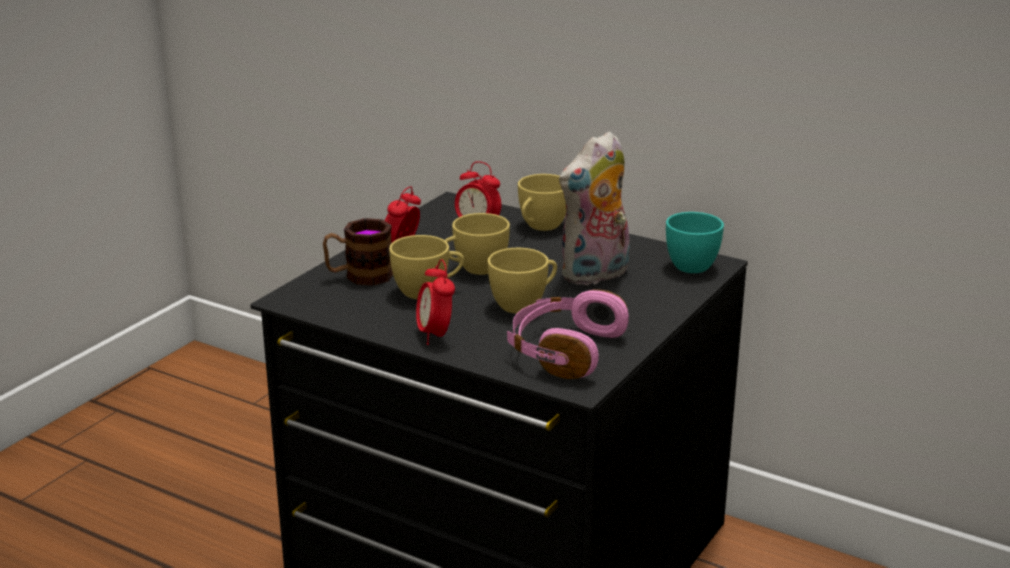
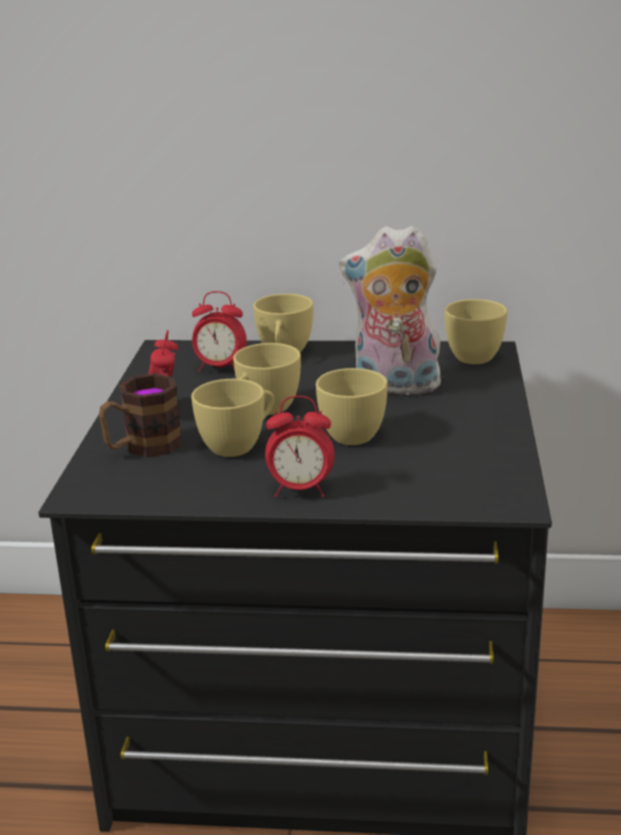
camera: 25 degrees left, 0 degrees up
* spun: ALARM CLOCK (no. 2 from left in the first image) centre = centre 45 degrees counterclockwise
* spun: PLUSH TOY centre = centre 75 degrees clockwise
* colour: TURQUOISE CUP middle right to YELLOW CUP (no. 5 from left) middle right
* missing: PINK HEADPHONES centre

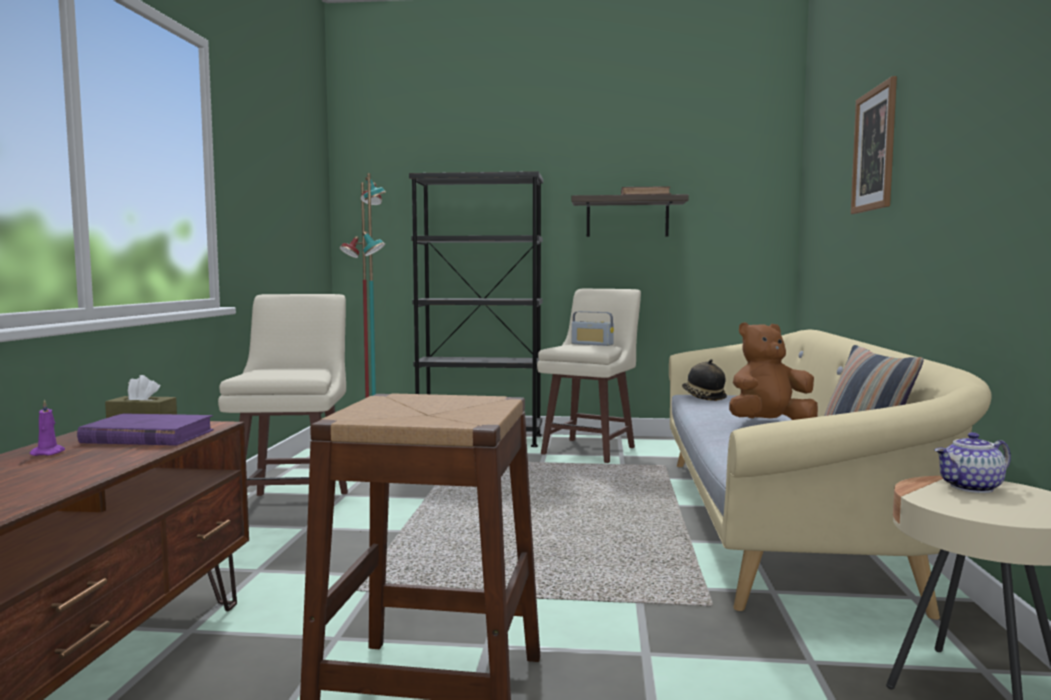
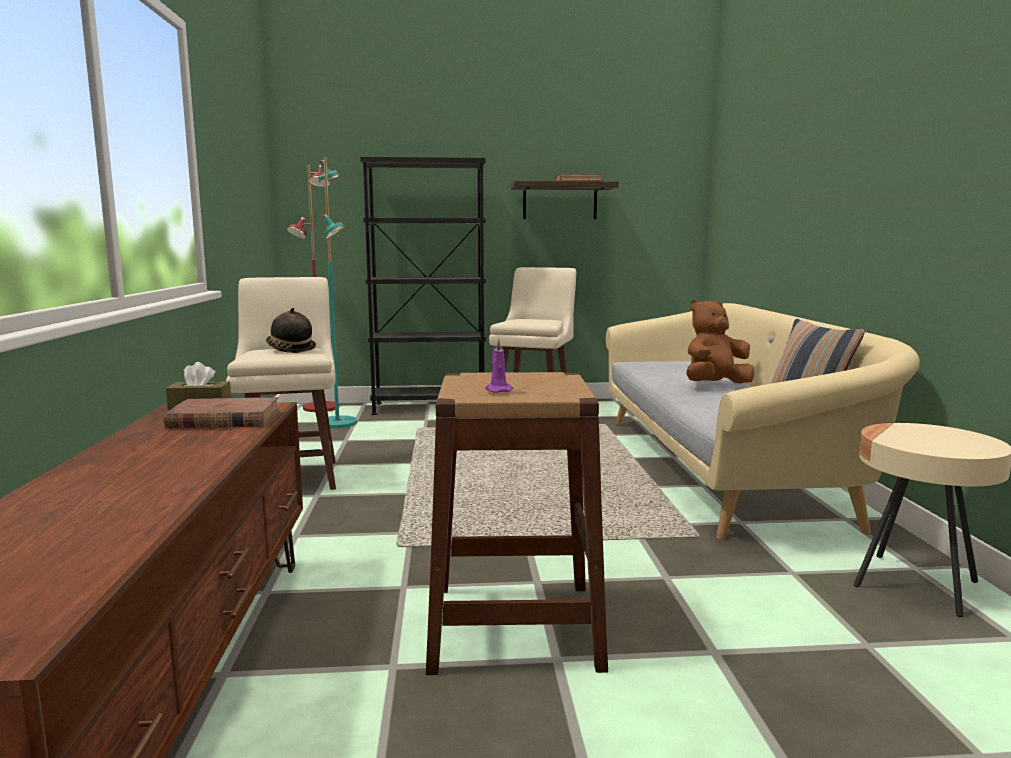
camera: 10 degrees left, 5 degrees up
* colour: PURPLE BOOK middle left to BROWN BOOK (no. 1 from left) middle left
* relocated: HAT middle right to middle left
* relocated: PURPLE CANDLE middle left to centre
* missing: RADIO centre
* missing: PICTURE top right
* missing: TEAPOT middle right

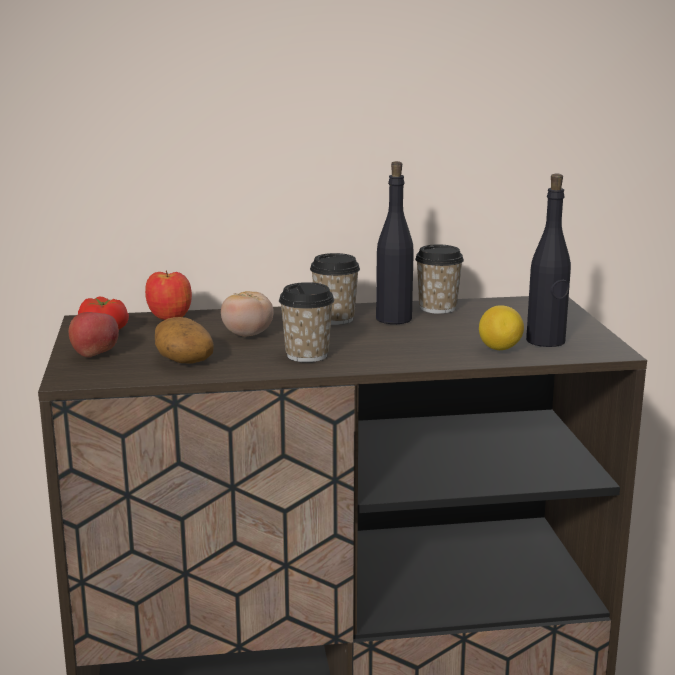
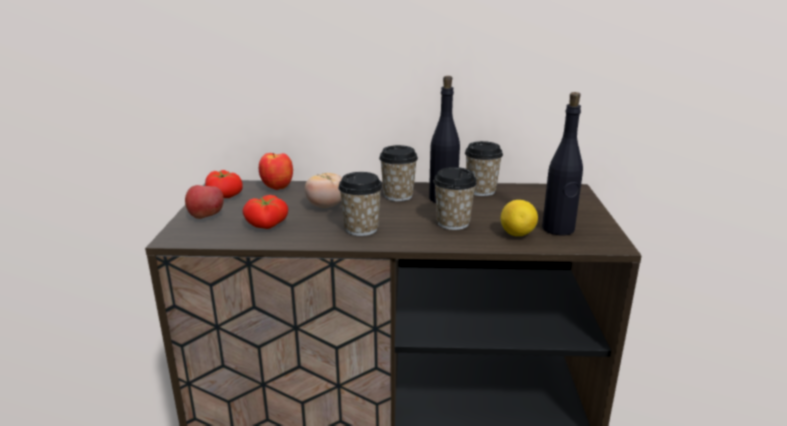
camera: 10 degrees right, 5 degrees up
* exchanged: POTATO middle left to TOMATO (no. 2 from left) centre
* appeared: CUP (no. 3 from left) centre

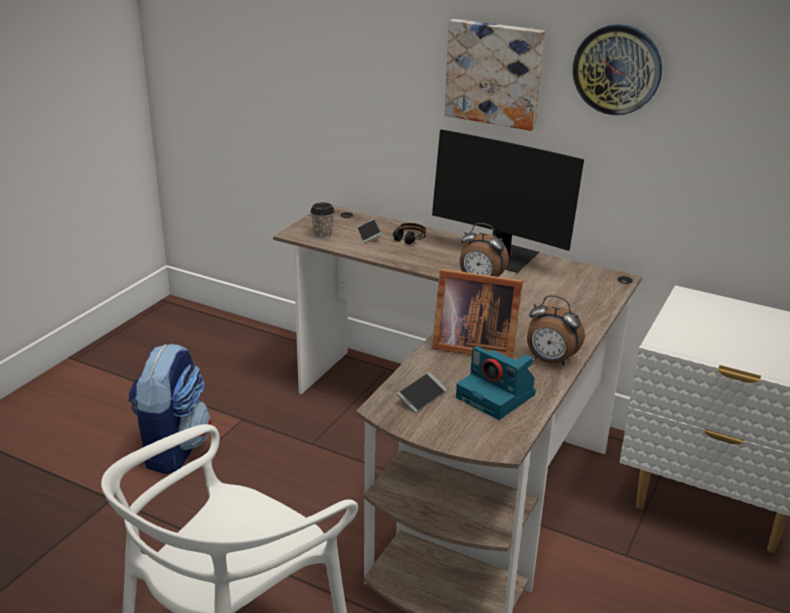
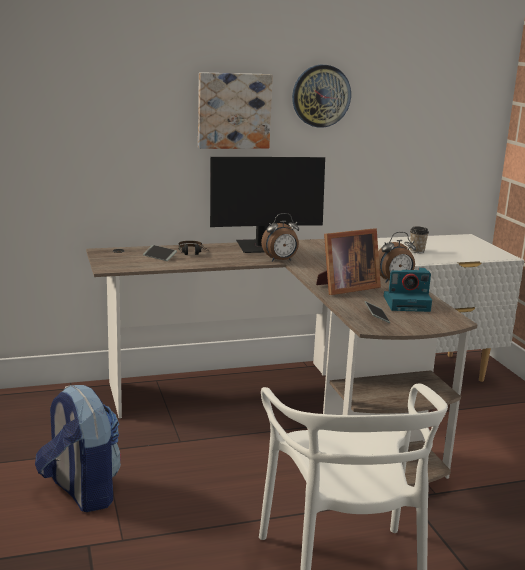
camera: 45 degrees left, 10 degrees down
* relocated: CUP centre to middle right

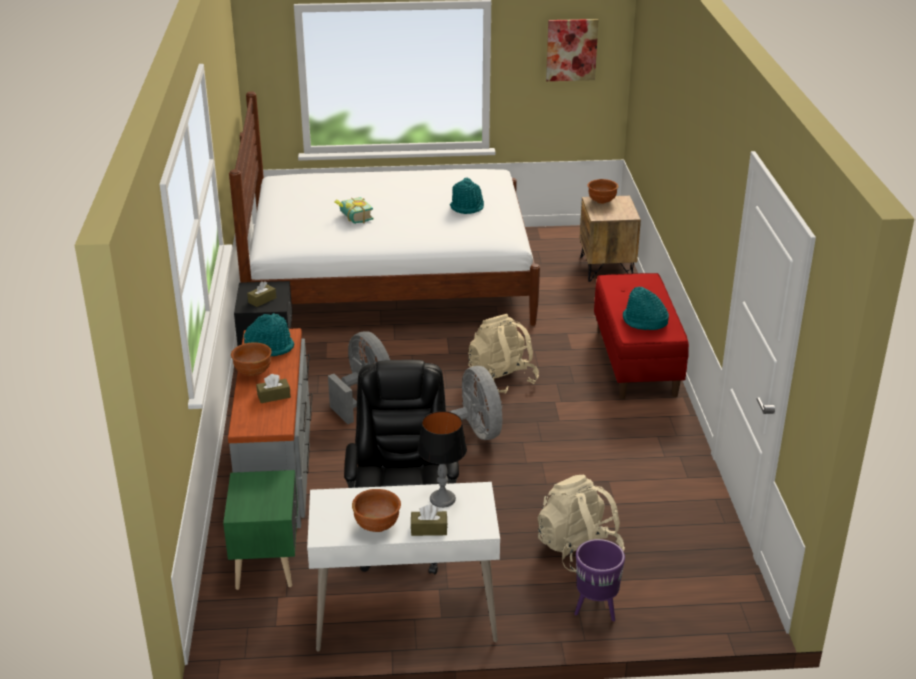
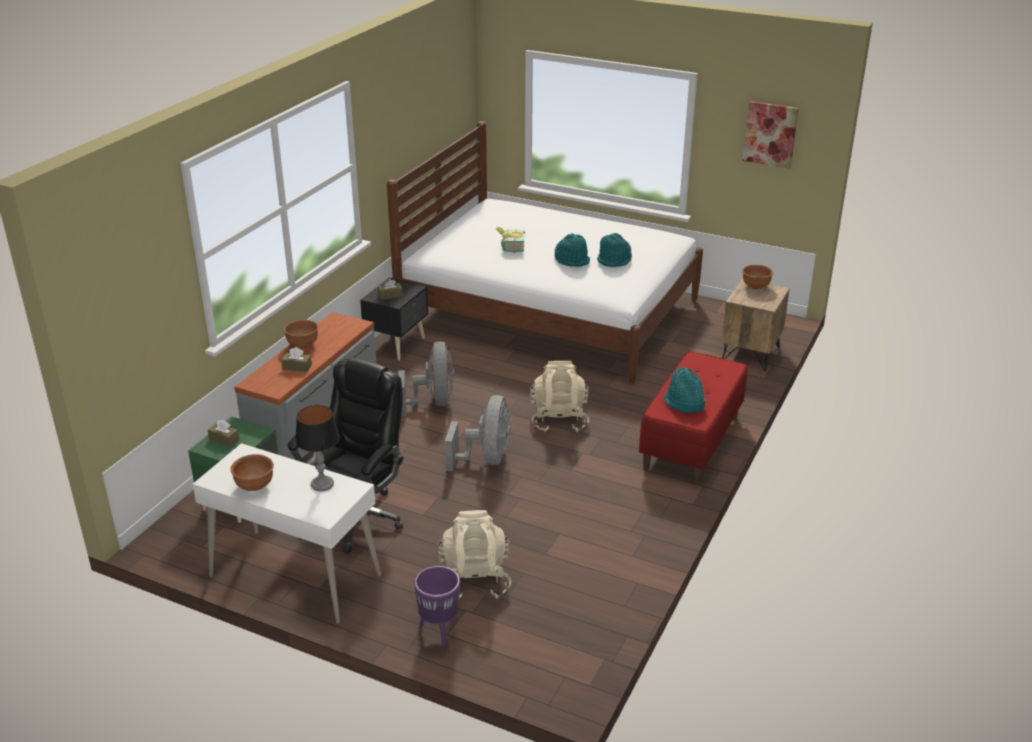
camera: 30 degrees right, 0 degrees up
* relocated: BROWN TISSUE BOX (no. 3 from left in the first image) bottom centre to BROWN TISSUE BOX (no. 1 from left) middle left
* relocated: TURQUOISE HAT (no. 1 from left) middle left to centre

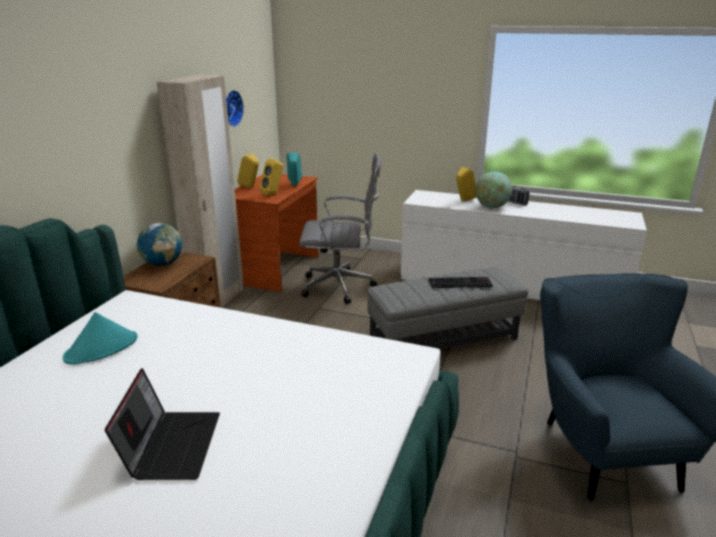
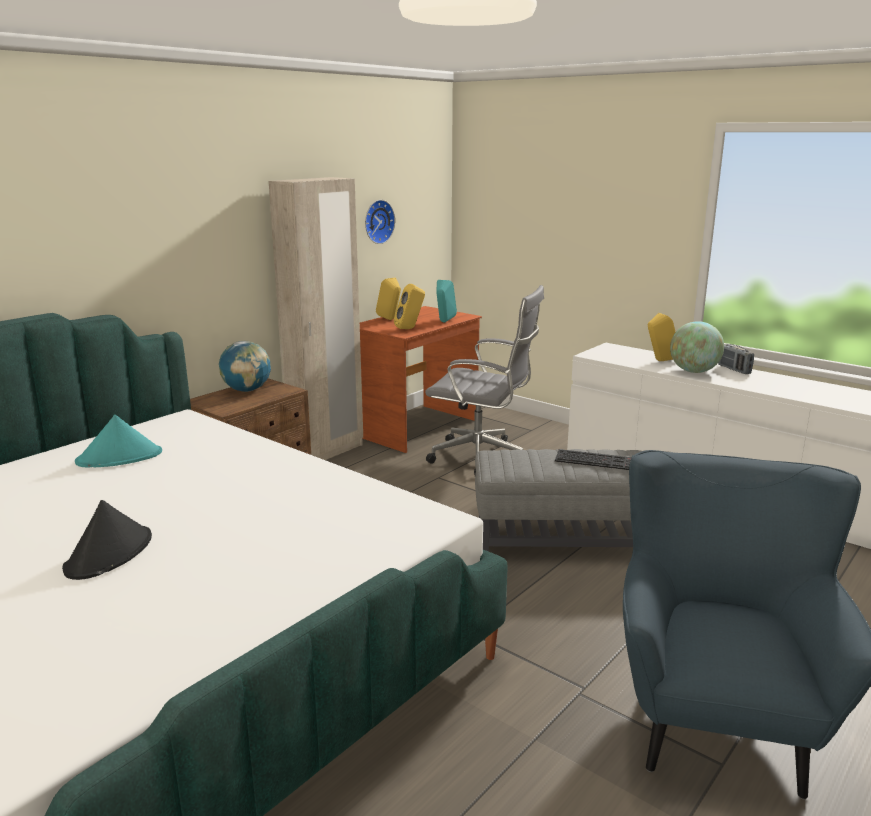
camera: 20 degrees right, 5 degrees down
* exchanged: LAPTOP bottom left to BLACK HAT middle left

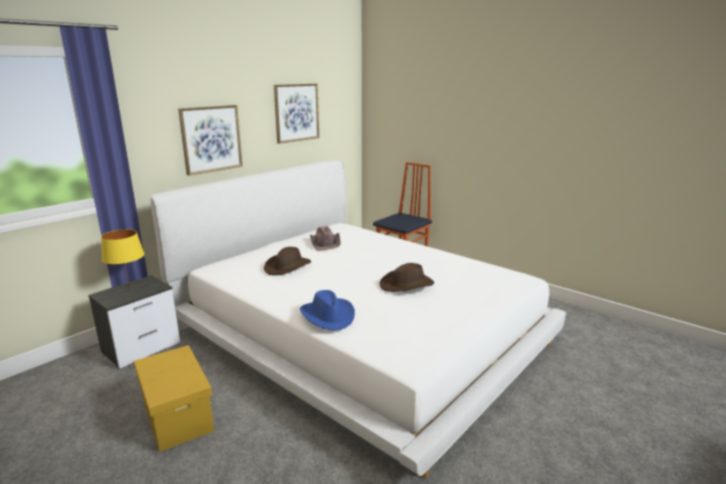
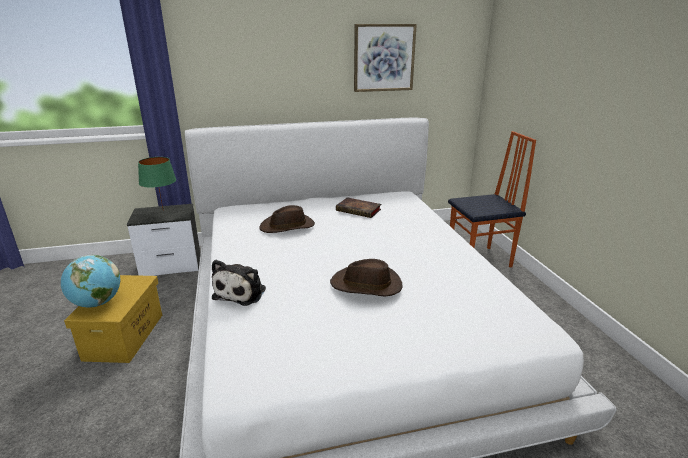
camera: 35 degrees right, 5 degrees up
* appeared: GLOBE middle left
* colour: YELLOW TABLE LAMP middle left to GREEN TABLE LAMP middle left
* exchanged: BLUE HAT centre to PLUSH TOY centre
* exchanged: BROWN HAT (no. 2 from left) centre to BOOK centre
* missing: PICTURE (no. 1 from left) top left

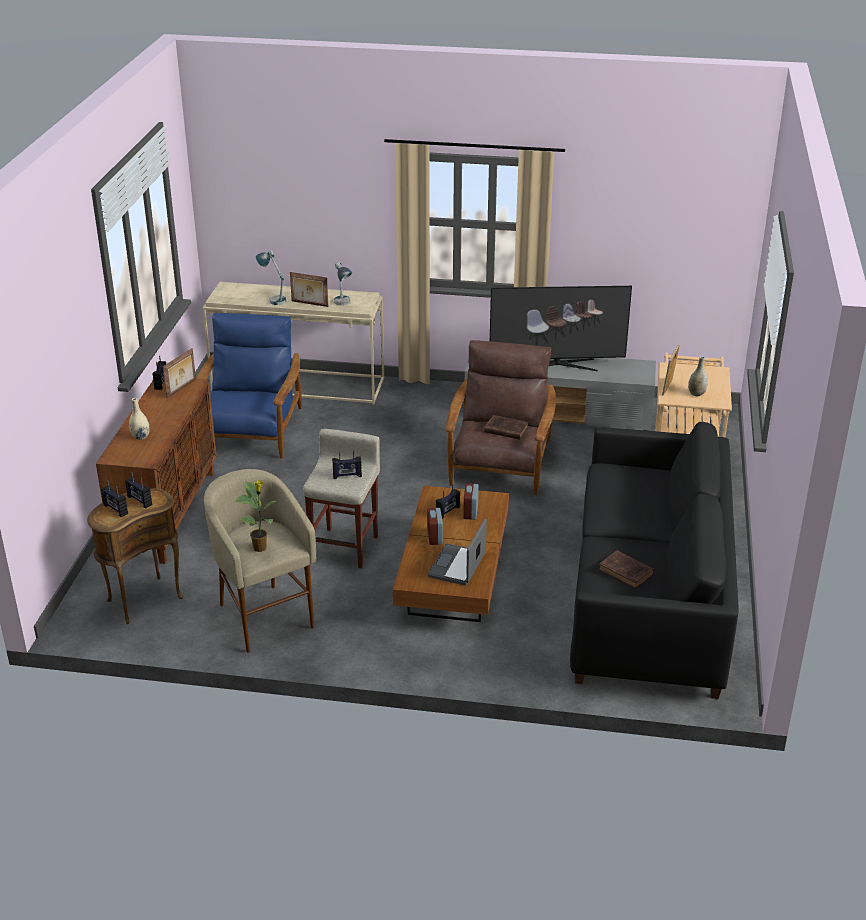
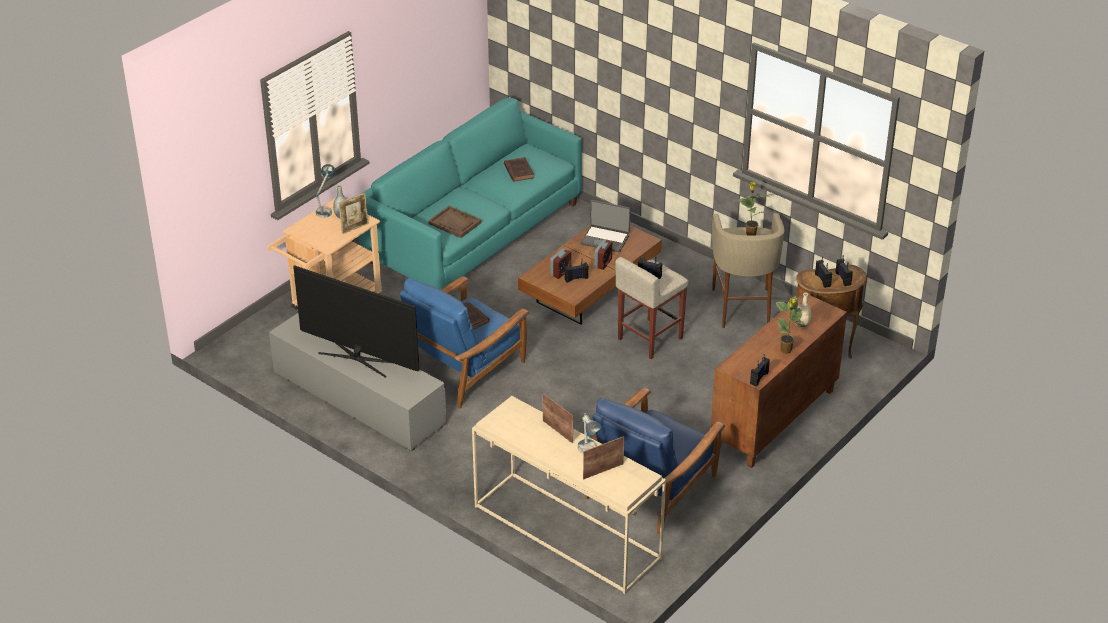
camera: 150 degrees left, 5 degrees up
* relocated: TABLE LAMP (no. 2 from left in the first image) top centre to TABLE LAMP (no. 1 from left) top left
* colour: BLACK SOFA middle right to TURQUOISE SOFA top centre
* colour: BROWN ARMCHAIR centre to BLUE ARMCHAIR (no. 1 from left) centre
* appeared: BROWN TRAY centre
* spun: LAPTOP centre = centre 60 degrees clockwise
* relocated: PICTURE FRAME (no. 1 from left in the first image) middle left to PICTURE FRAME (no. 3 from left) bottom centre
* appeared: POTTED PLANT (no. 2 from left) middle right

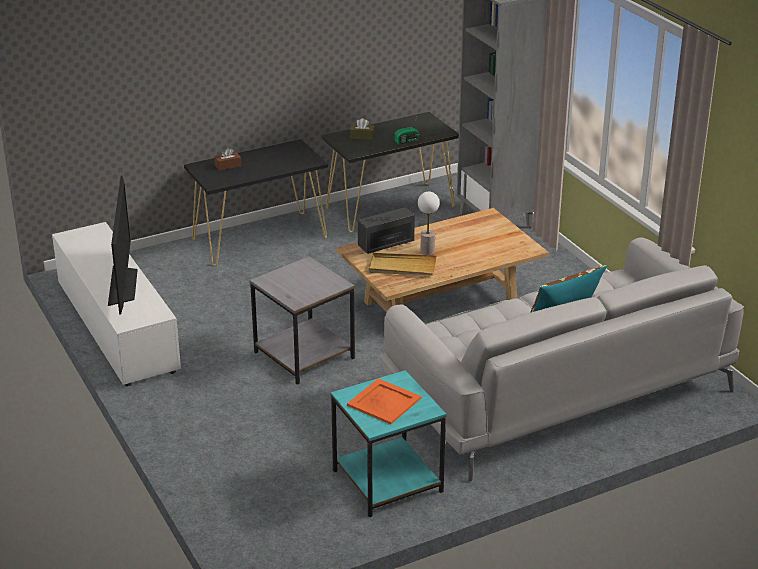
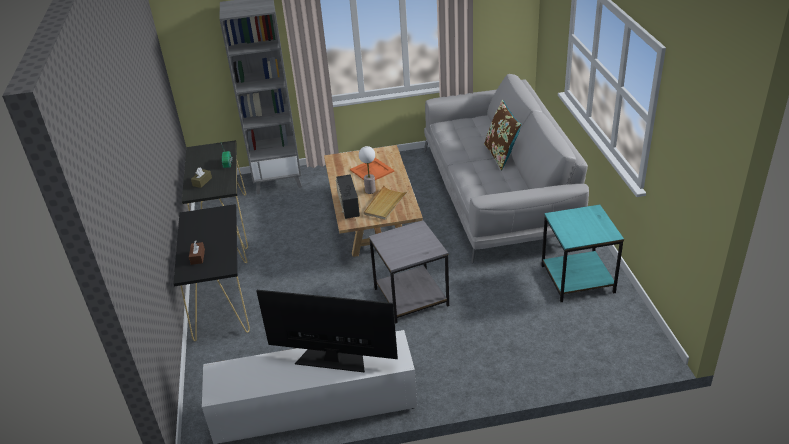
camera: 70 degrees left, 5 degrees up
* relocated: ORANGE TRAY bottom centre to centre

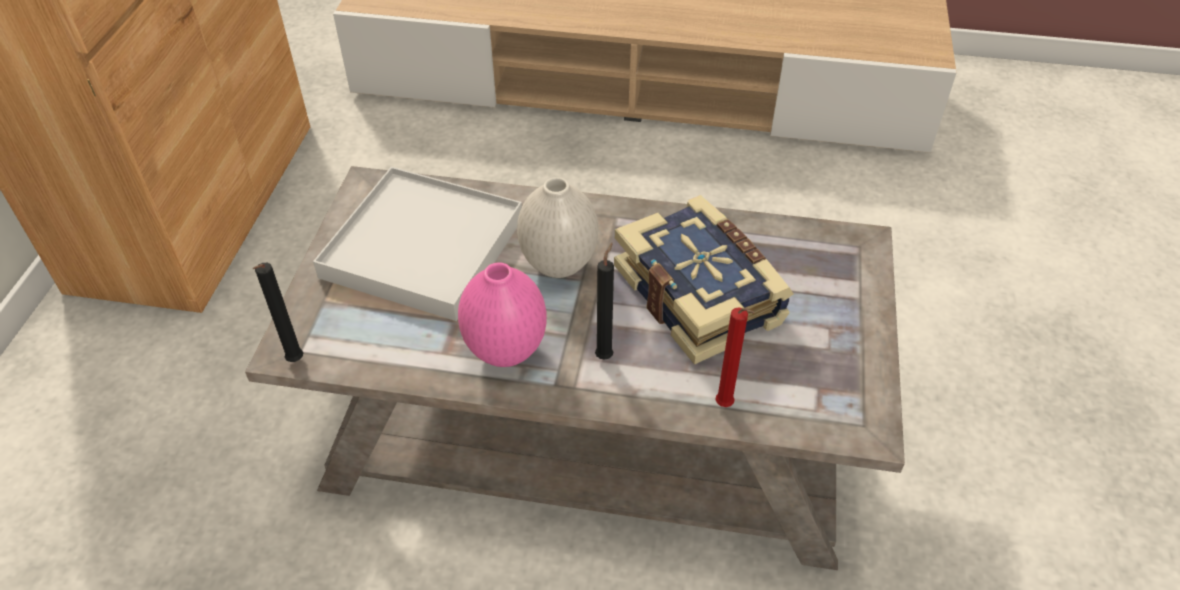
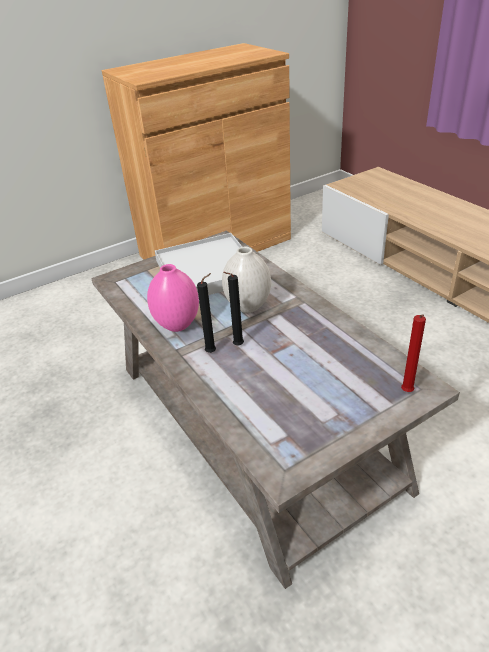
camera: 50 degrees right, 10 degrees down
* relocated: BLACK CANDLE (no. 1 from left in the first image) middle left to BLACK CANDLE (no. 2 from left) centre
* relocated: RED CANDLE centre to middle right
* missing: BOOK centre

